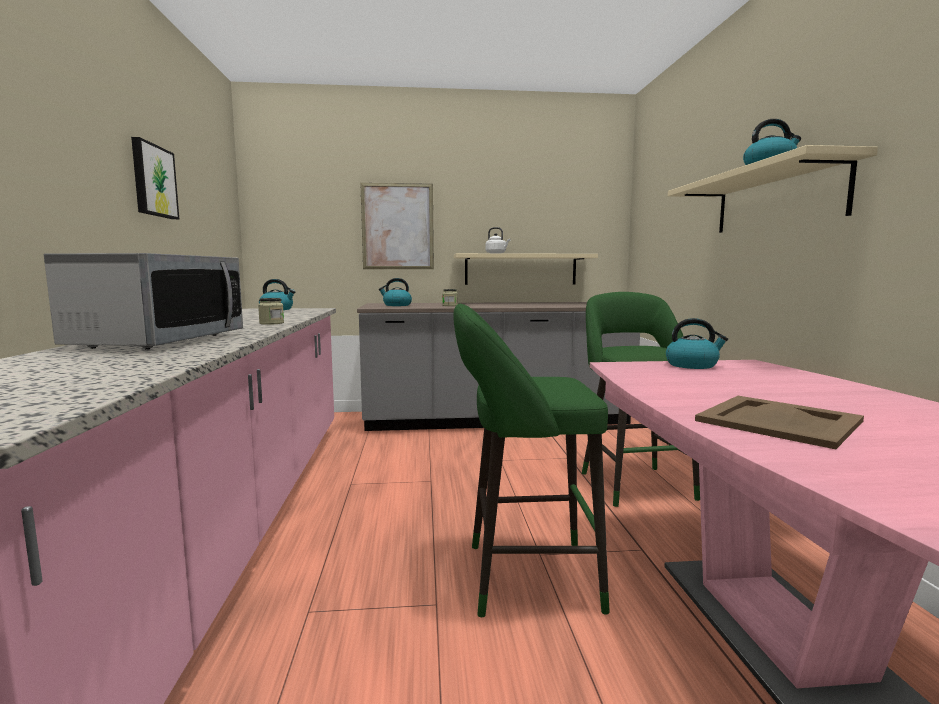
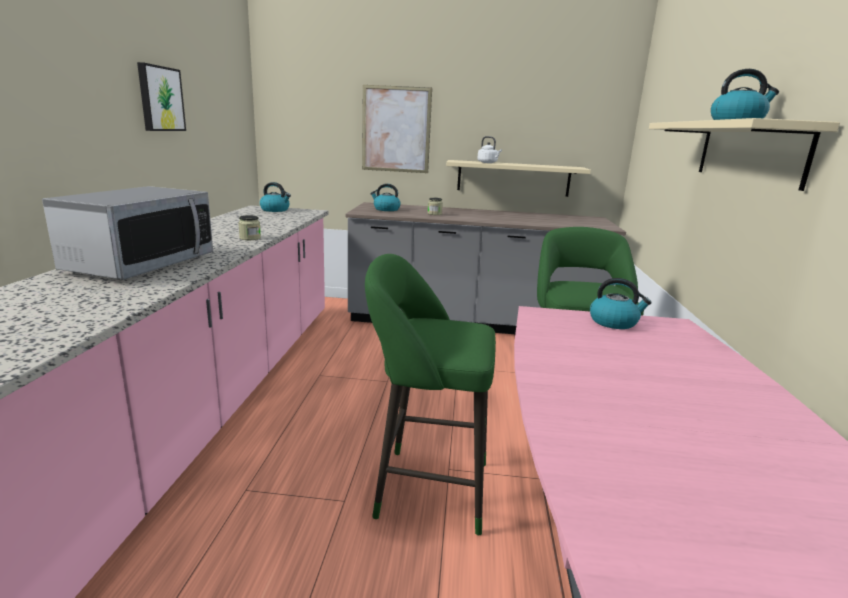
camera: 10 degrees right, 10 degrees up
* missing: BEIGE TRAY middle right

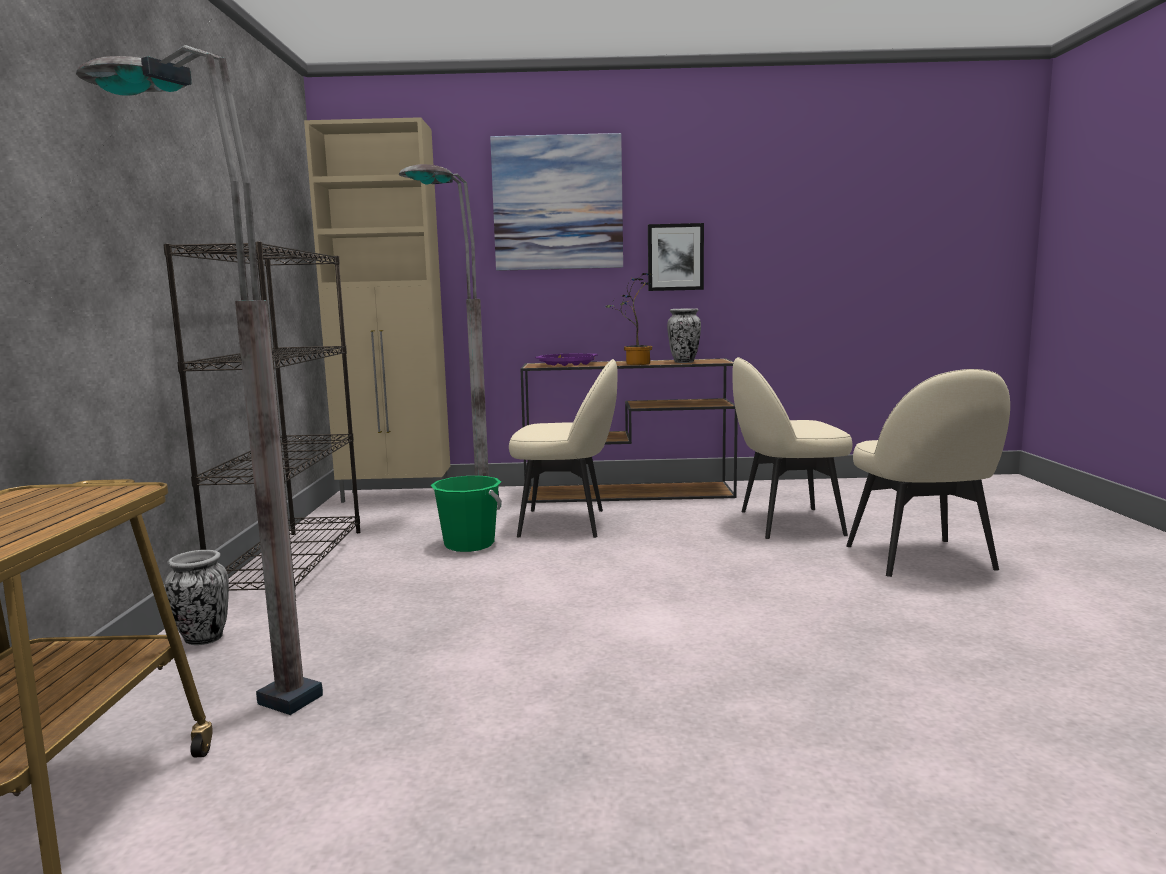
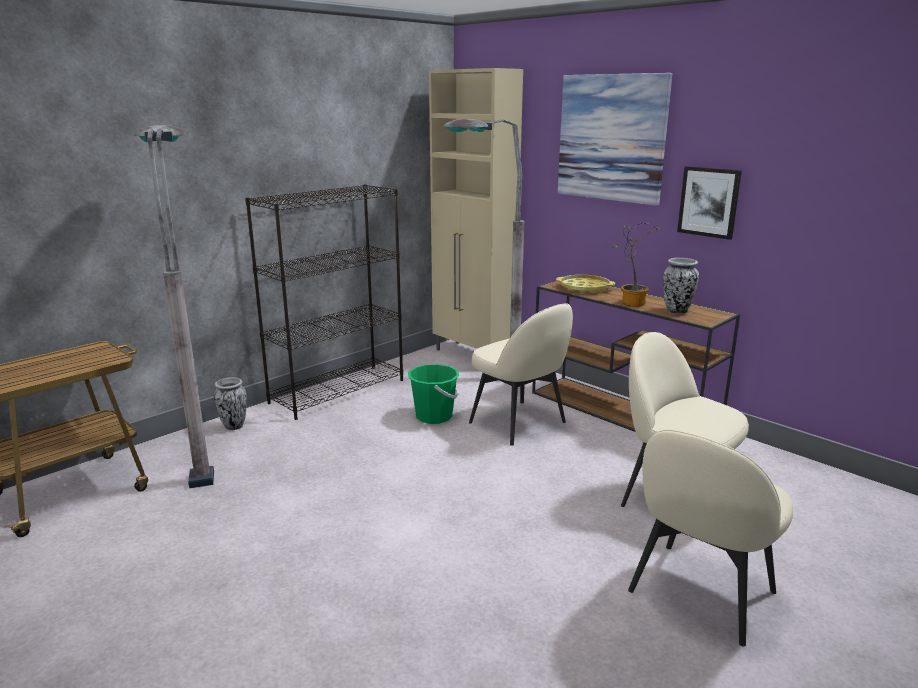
camera: 45 degrees right, 10 degrees up
* colour: PURPLE TRAY centre to YELLOW TRAY centre

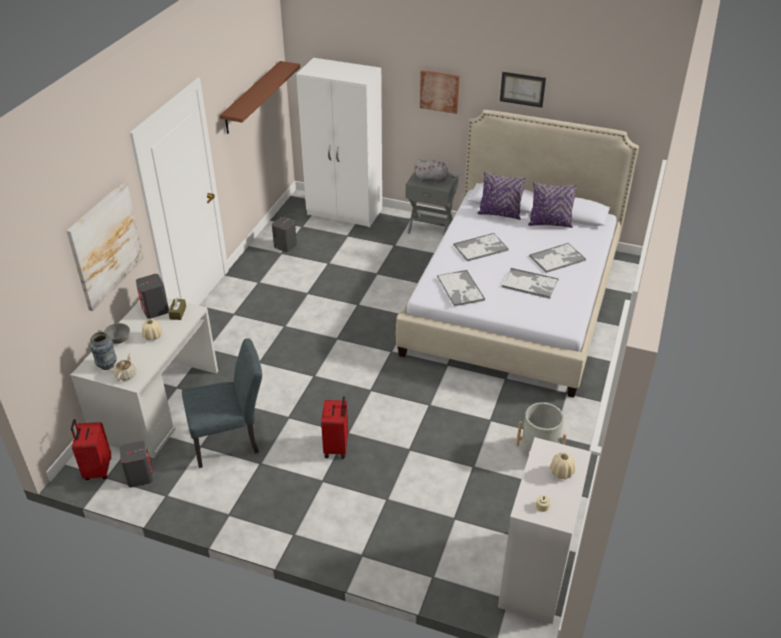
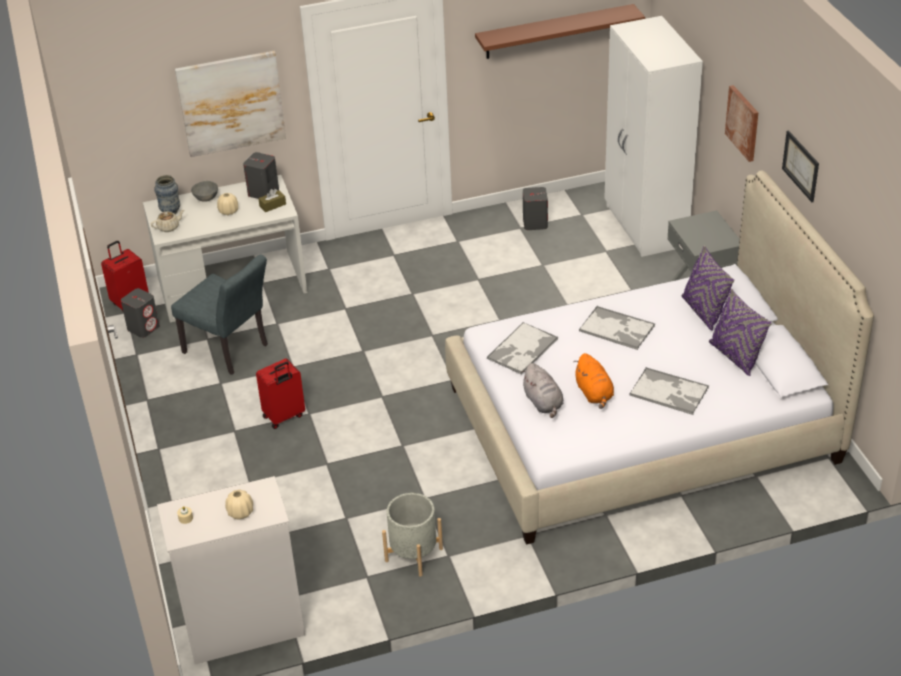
camera: 55 degrees right, 0 degrees up
* relocated: GREY PLUSH TOY top centre to centre
* exchanged: TRAY (no. 3 from left) middle right to ORANGE PLUSH TOY centre

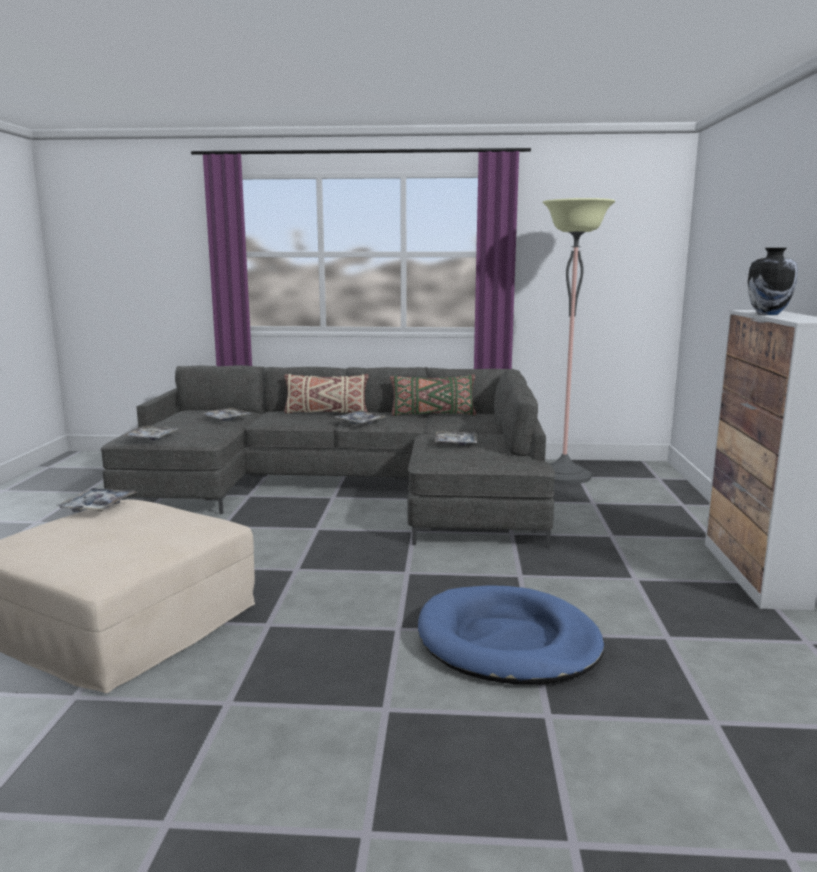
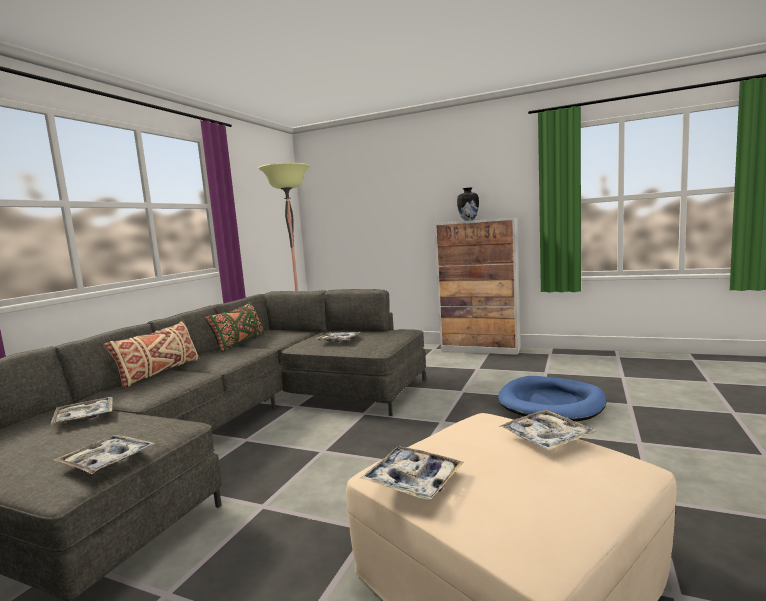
camera: 70 degrees left, 5 degrees down
* relocated: TRAY (no. 4 from left in the first image) centre to TRAY (no. 5 from left) bottom right

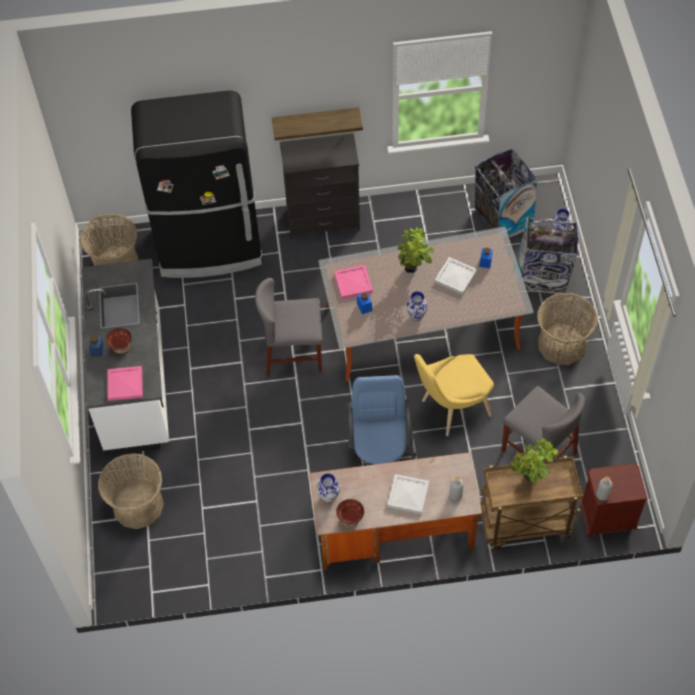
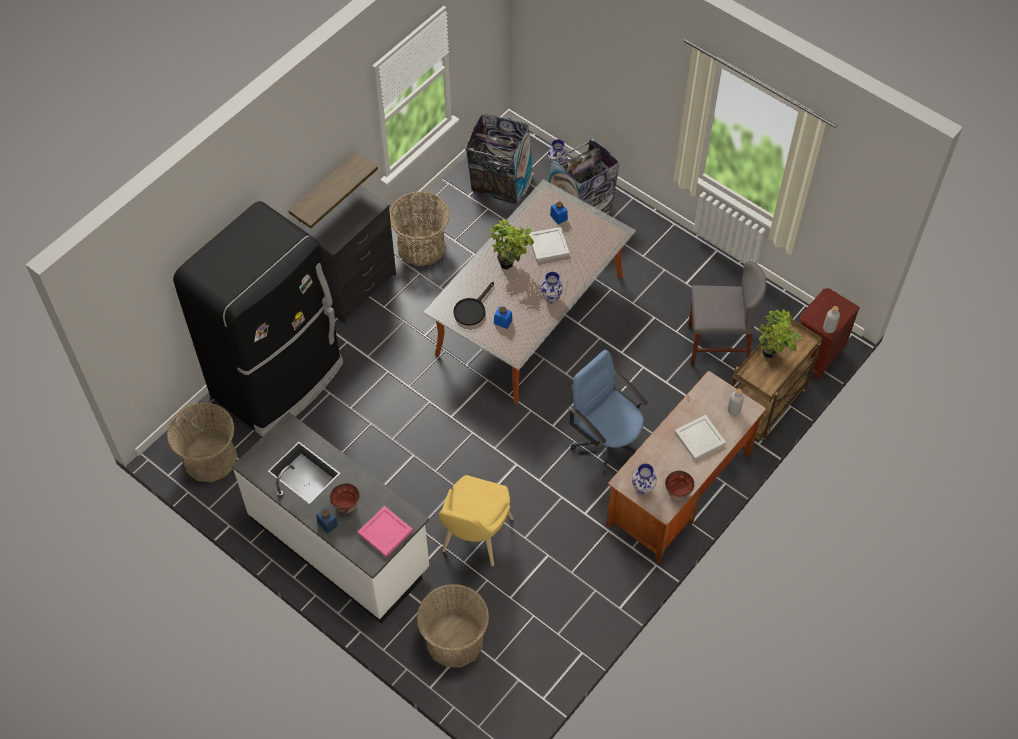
camera: 45 degrees left, 0 degrees up
* relocated: BASKET (no. 3 from left in the first image) middle right to BASKET (no. 2 from left) top centre
* relocated: YELLOW CHAIR centre to bottom centre
* exchanged: PINK TRAY (no. 2 from left) centre to BLACK FRYING PAN centre
* missing: GREY CHAIR (no. 1 from left) centre

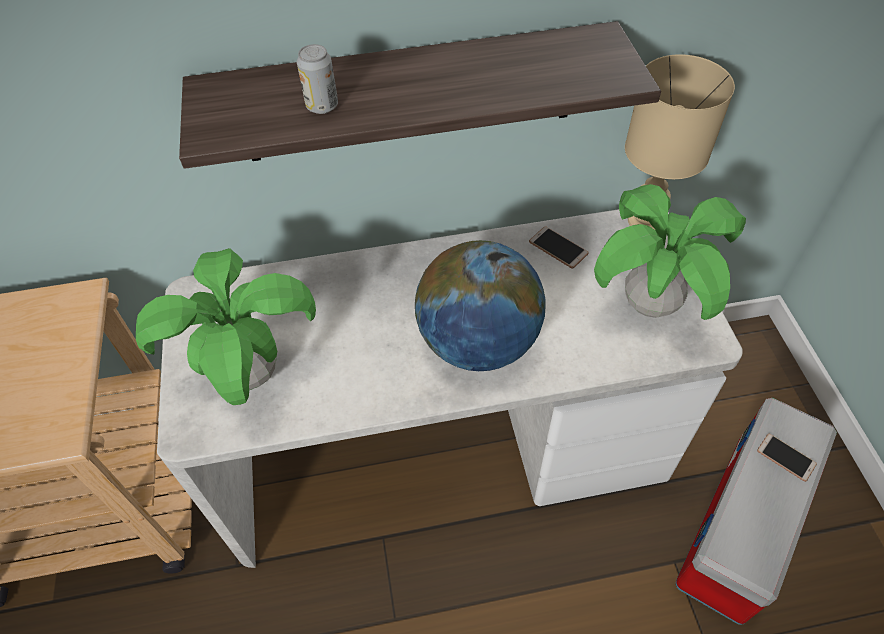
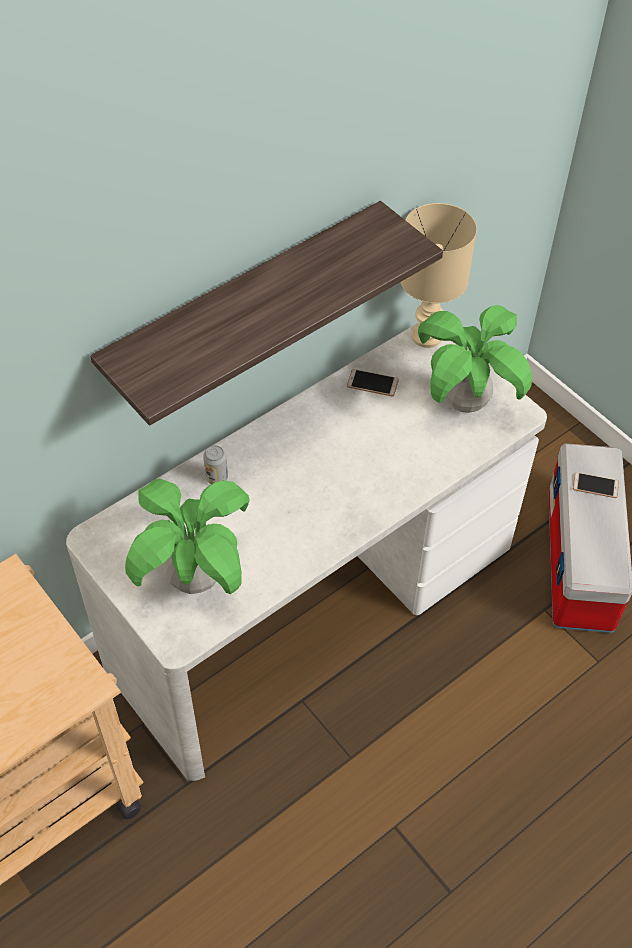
camera: 30 degrees left, 0 degrees up
* relocated: CAN top centre to centre
* missing: GLOBE centre

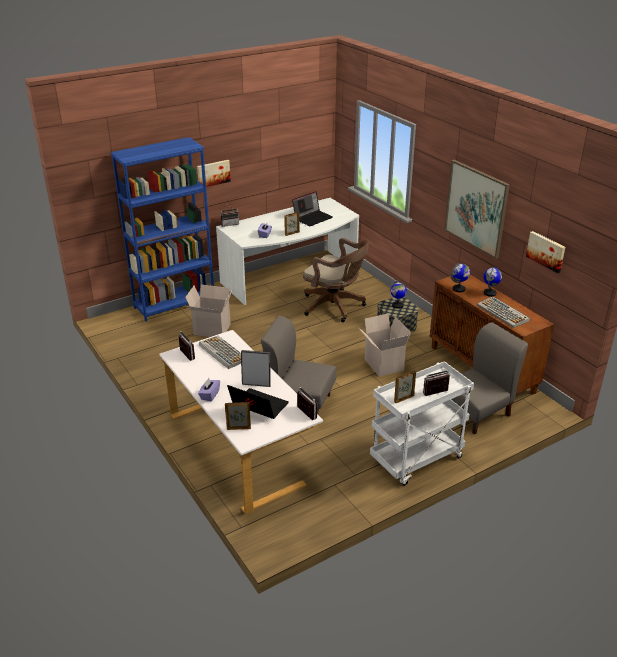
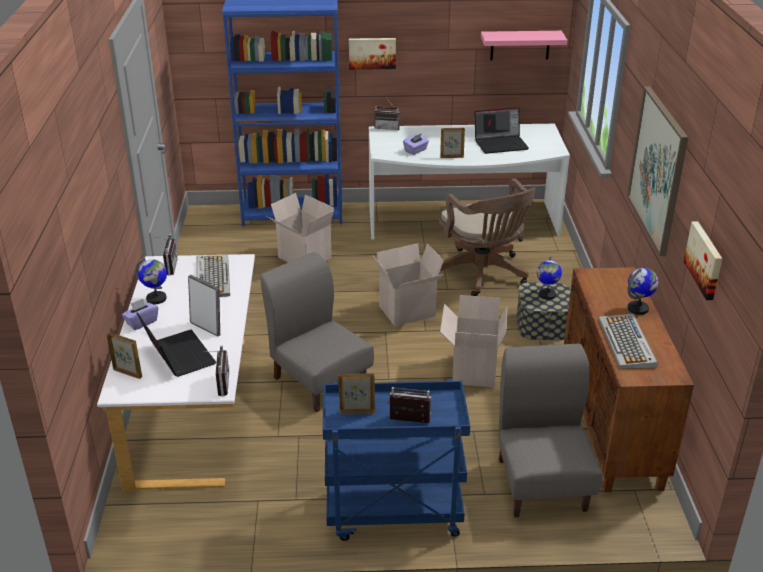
camera: 30 degrees right, 0 degrees up
* relocated: GLOBE (no. 2 from left in the first image) middle right to GLOBE (no. 1 from left) middle left
* colour: WHITE CART middle right to BLUE CART bottom centre
* appeared: CARDBOARD BOX (no. 2 from left) centre
* appeared: PINK SHELF top right
* spun: GREY CHAIR (no. 2 from left) middle right = bottom right 90 degrees counterclockwise

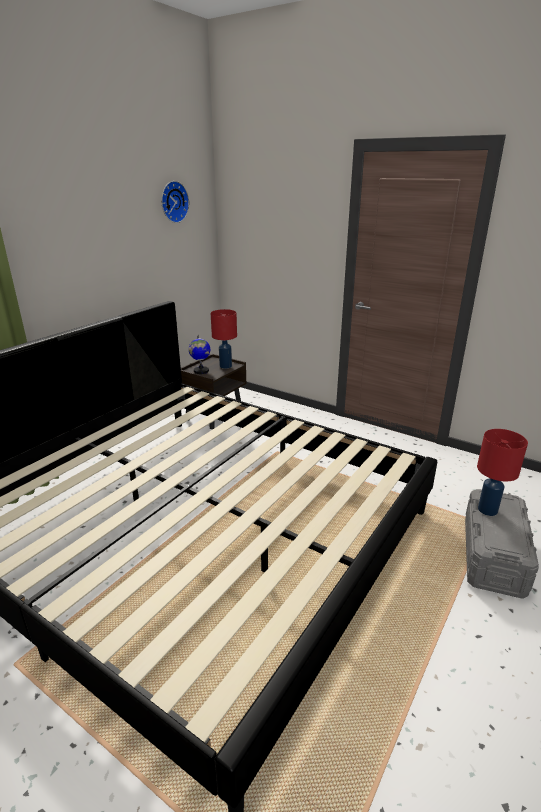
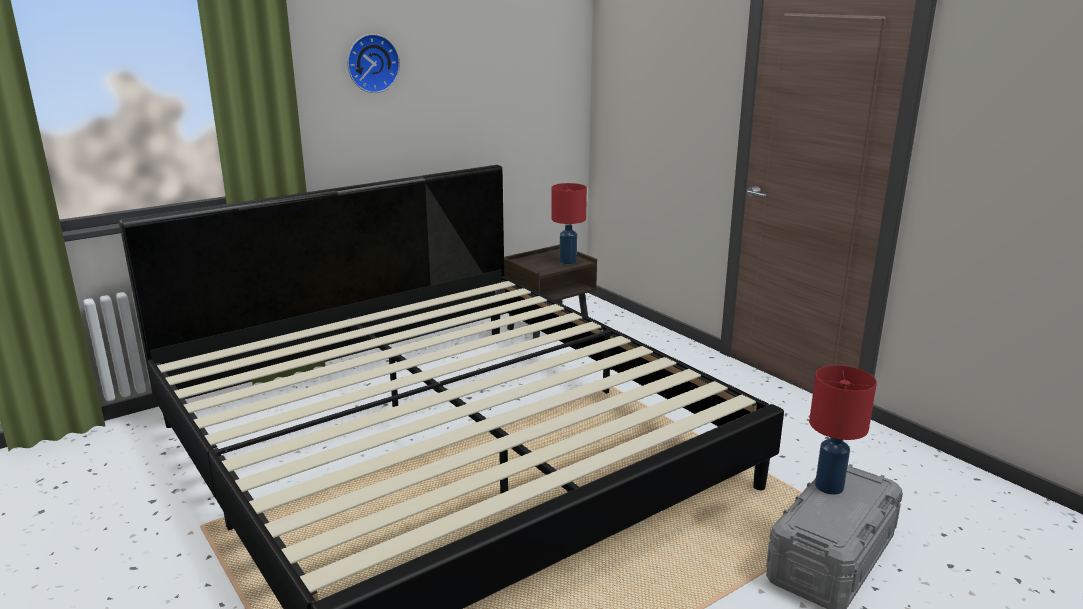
camera: 20 degrees right, 5 degrees down
* relocated: WALL CLOCK top left to top centre
* missing: GLOBE centre

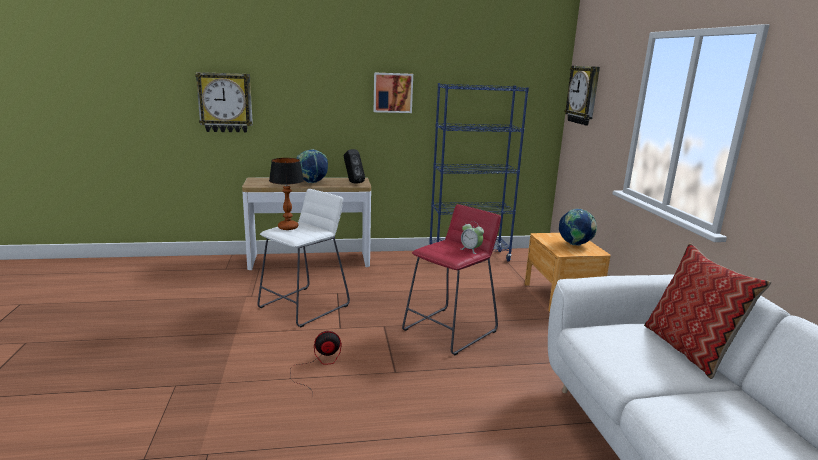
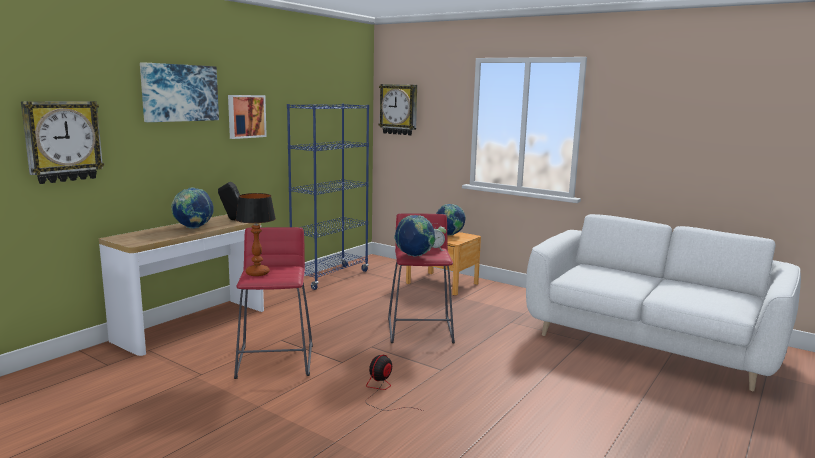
camera: 45 degrees left, 5 degrees down
* appeared: PICTURE (no. 1 from left) top left
* colour: WHITE STOOL centre to RED STOOL (no. 1 from left) centre
* appeared: GLOBE (no. 2 from left) centre
* missing: PILLOW bottom right

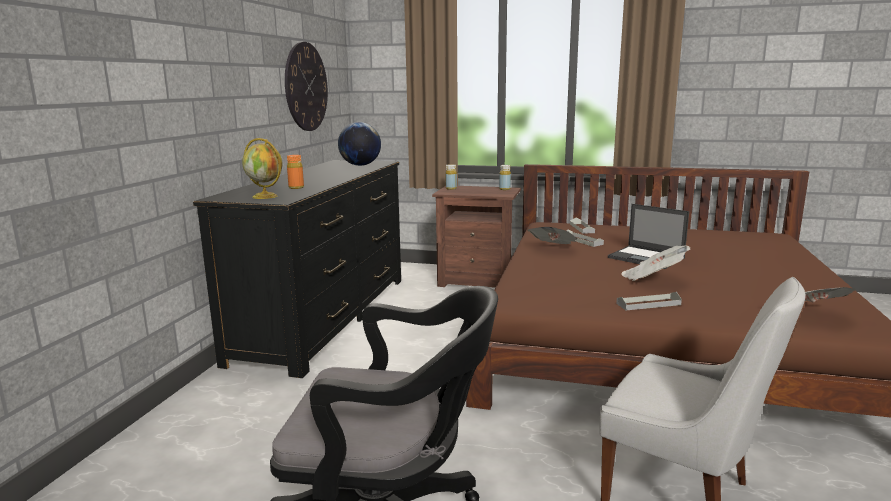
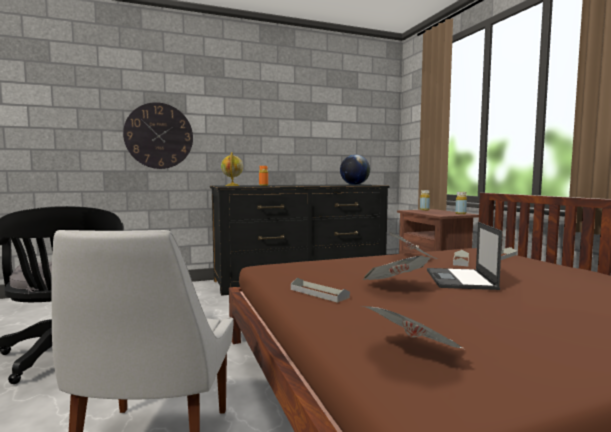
camera: 55 degrees right, 10 degrees down
* relocated: WALL CLOCK top centre to top left

